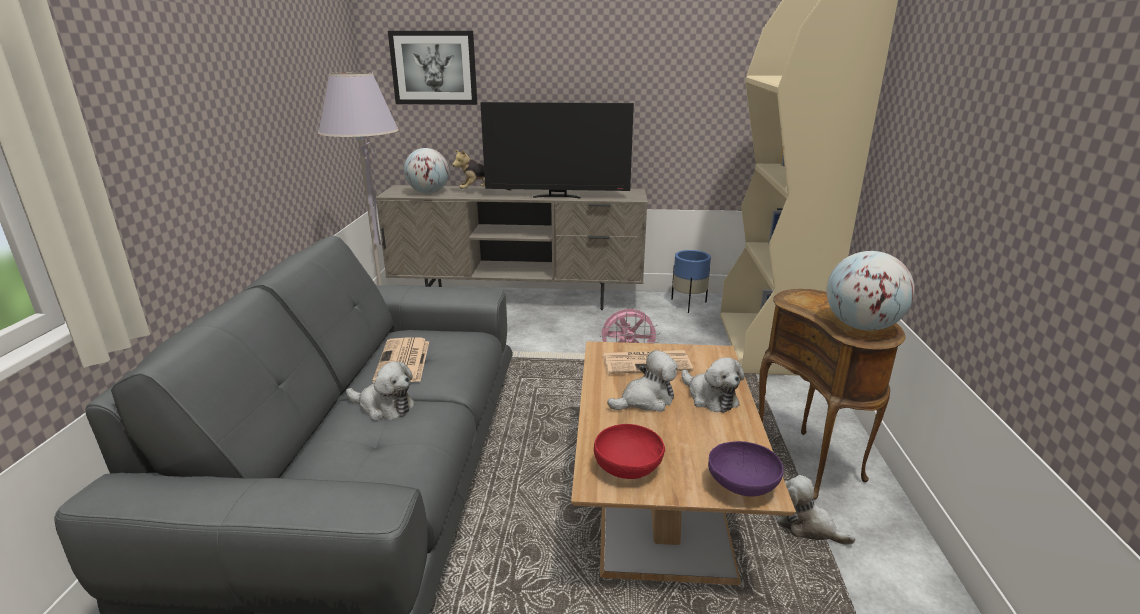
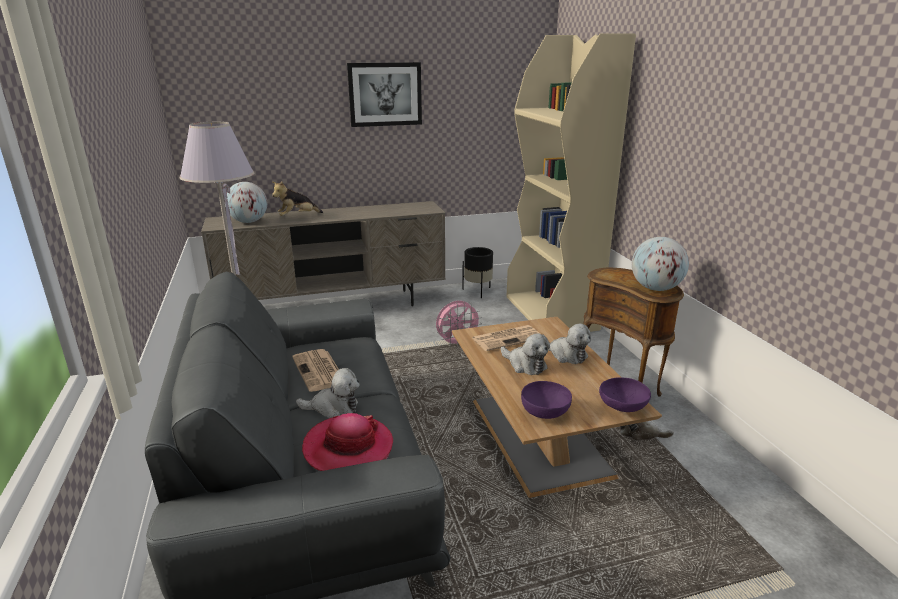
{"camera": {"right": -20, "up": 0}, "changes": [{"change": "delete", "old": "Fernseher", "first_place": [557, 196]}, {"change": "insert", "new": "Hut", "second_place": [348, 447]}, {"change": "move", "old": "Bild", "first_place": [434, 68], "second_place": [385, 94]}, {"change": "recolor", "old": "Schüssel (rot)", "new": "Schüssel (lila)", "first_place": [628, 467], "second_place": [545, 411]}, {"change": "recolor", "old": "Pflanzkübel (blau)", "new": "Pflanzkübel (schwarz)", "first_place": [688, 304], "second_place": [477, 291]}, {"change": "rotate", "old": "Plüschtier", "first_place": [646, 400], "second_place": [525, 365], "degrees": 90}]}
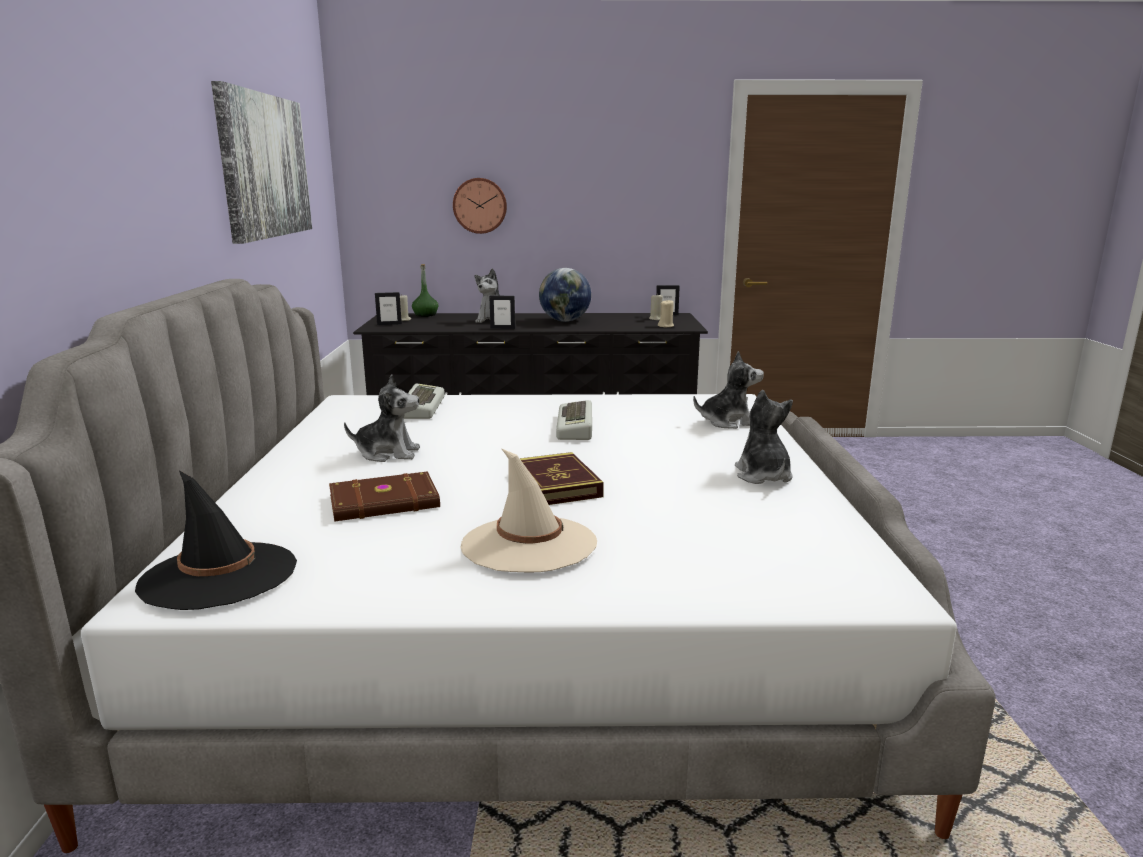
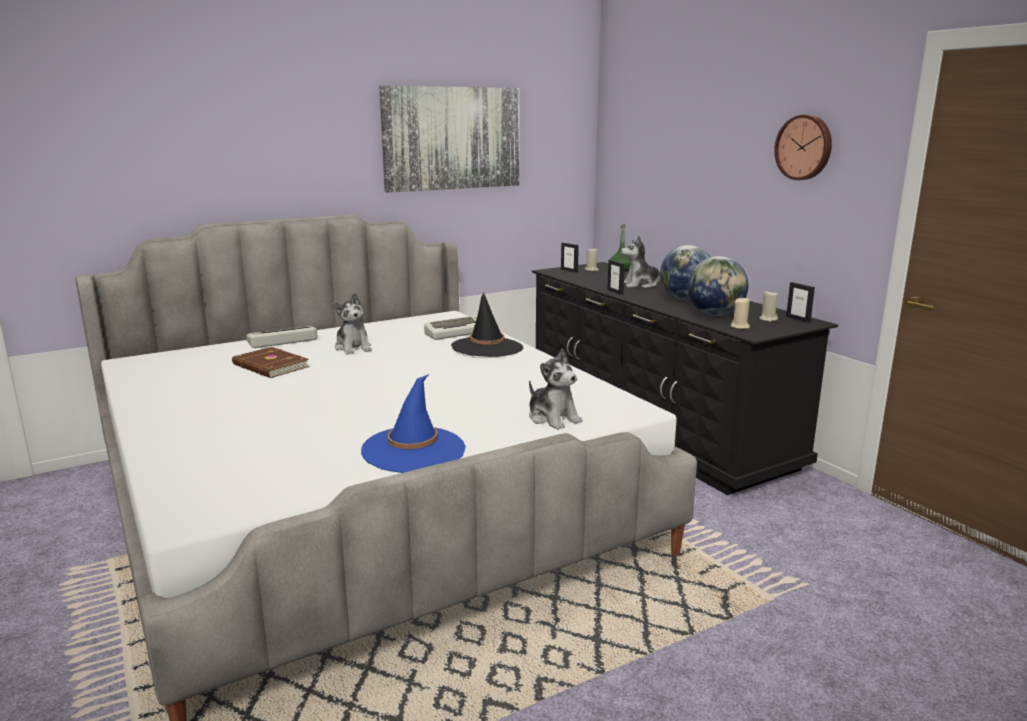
{"camera": {"right": 60, "up": 0}, "changes": [{"change": "delete", "old": "Hut (beige)", "first_place": [529, 544]}, {"change": "delete", "old": "Buch", "first_place": [557, 484]}, {"change": "insert", "new": "Globus", "second_place": [715, 315]}, {"change": "move", "old": "Hut (schwarz)", "first_place": [219, 576], "second_place": [487, 347]}, {"change": "move", "old": "Wanduhr", "first_place": [480, 205], "second_place": [804, 147]}, {"change": "move", "old": "Tastatur", "first_place": [577, 427], "second_place": [282, 341]}, {"change": "replace", "old": "Plüschtier", "new": "Hut (blau)", "first_place": [763, 476], "second_place": [413, 450]}]}
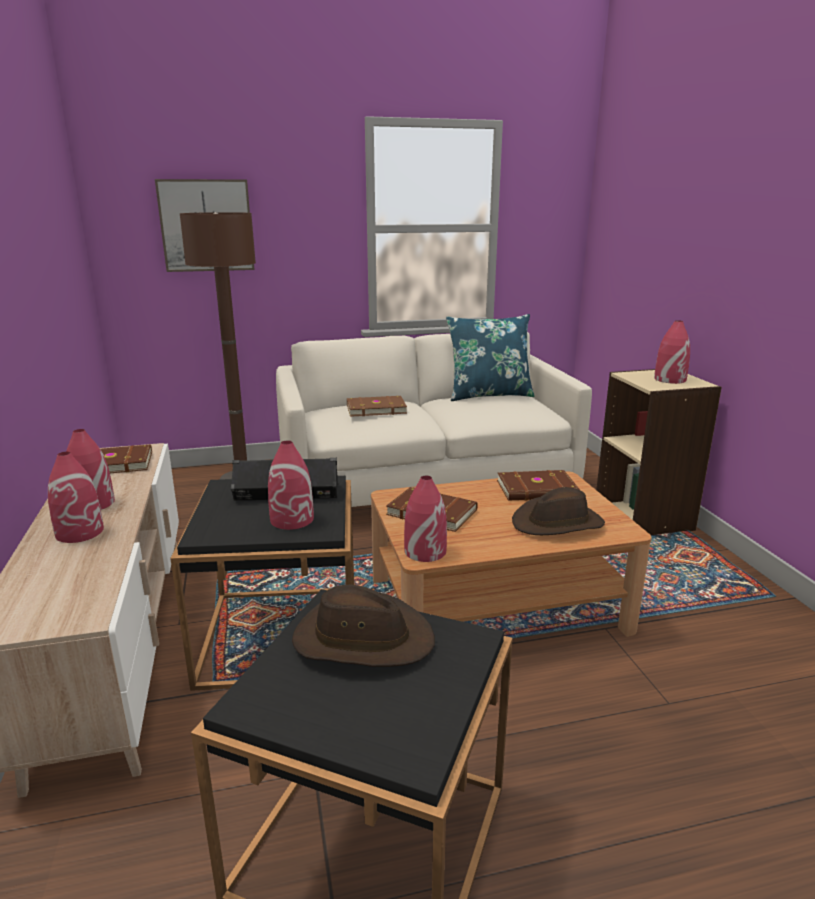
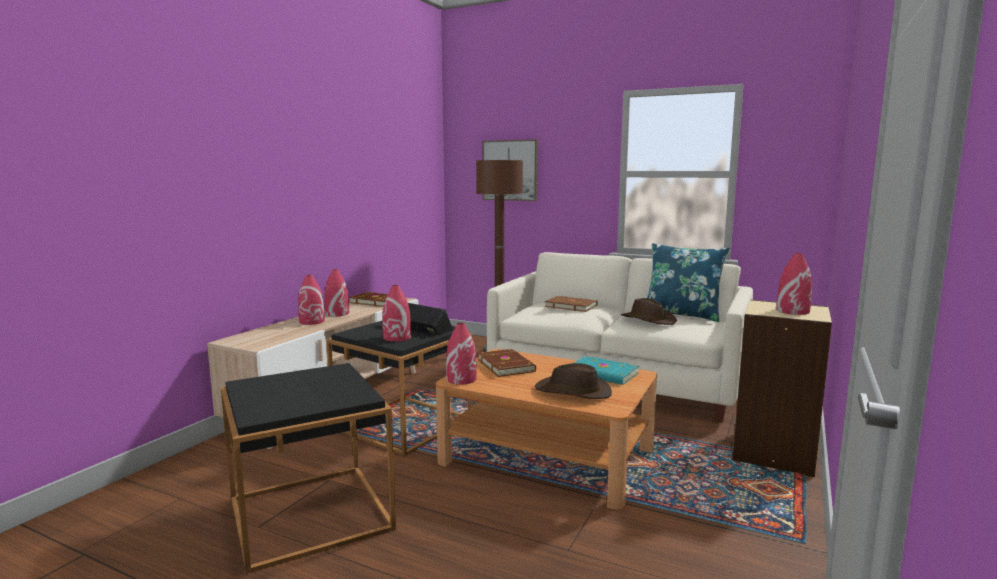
{"camera": {"right": 40, "up": -10}, "changes": [{"change": "move", "old": "Hut (braun)", "first_place": [362, 639], "second_place": [648, 320]}, {"change": "recolor", "old": "Buch (braun)", "new": "Buch (türkis)", "first_place": [537, 490], "second_place": [602, 374]}]}
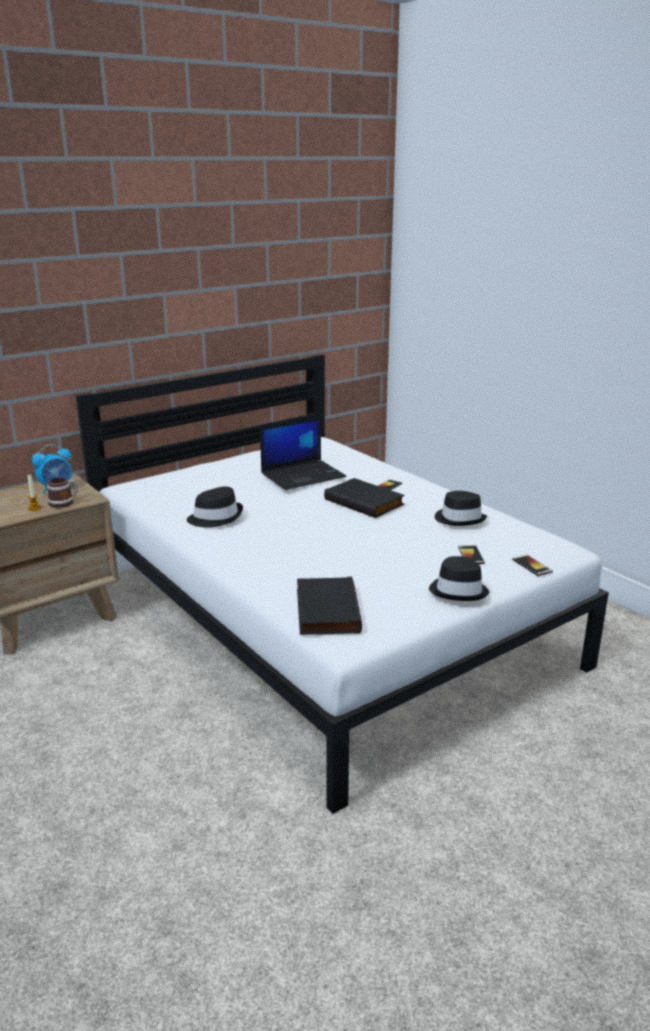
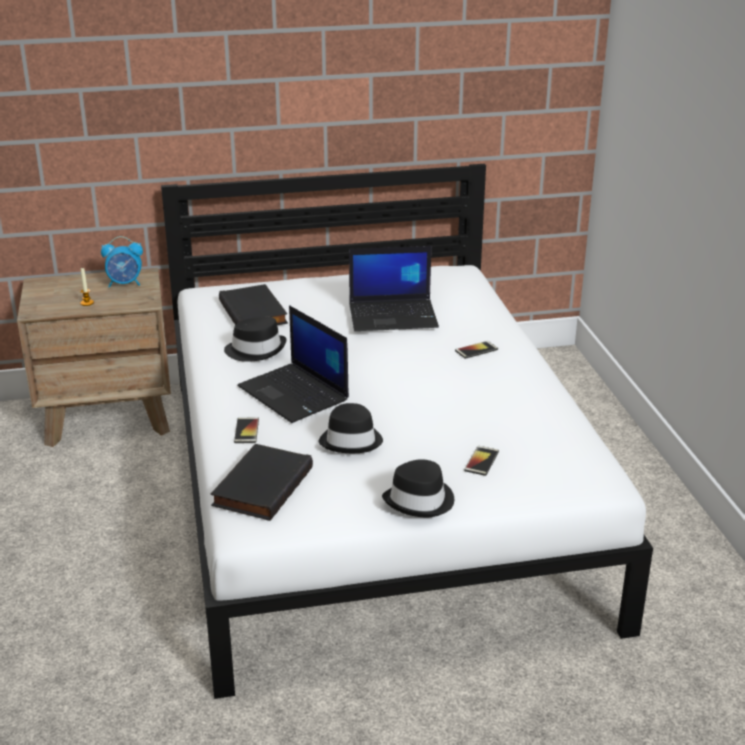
{"camera": {"right": 25, "up": 5}, "changes": [{"change": "delete", "old": "Henkelbecher", "first_place": [64, 502]}, {"change": "insert", "new": "Laptop", "second_place": [295, 394]}, {"change": "move", "old": "Buch (schwarz)", "first_place": [365, 501], "second_place": [255, 312]}, {"change": "move", "old": "Hut (schwarz)", "first_place": [459, 519], "second_place": [351, 441]}, {"change": "move", "old": "Handy", "first_place": [532, 566], "second_place": [246, 431]}]}
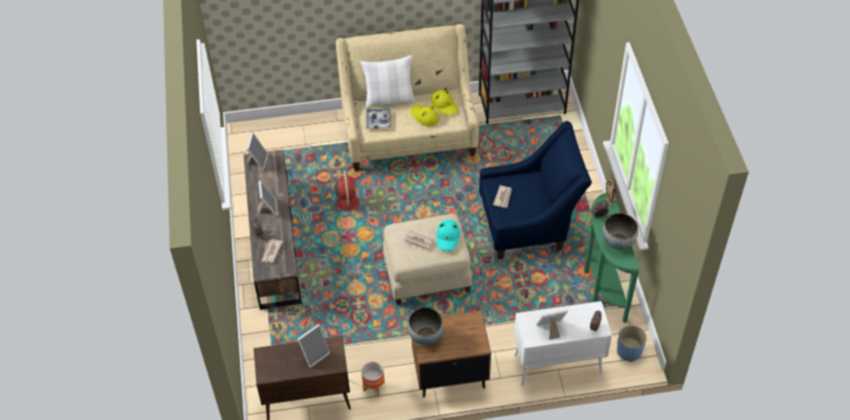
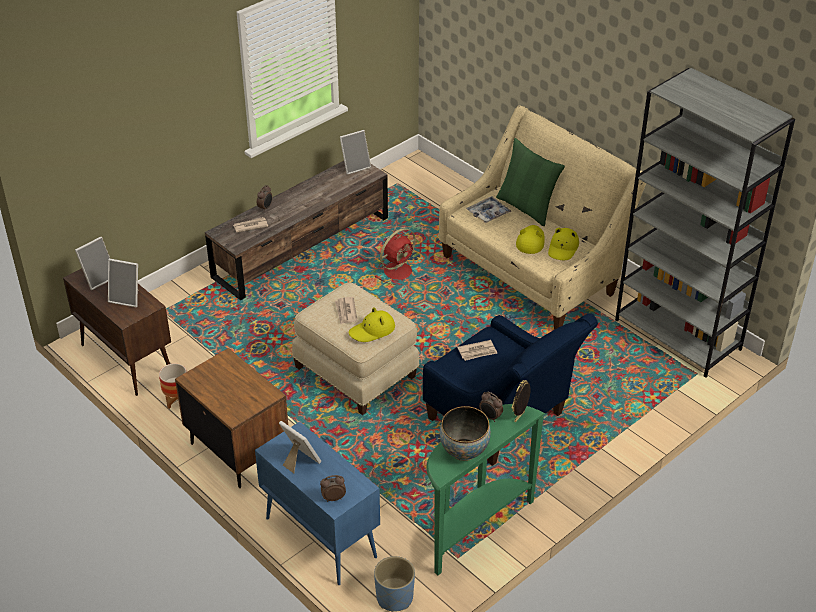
{"camera": {"right": 55, "up": -10}, "changes": [{"change": "delete", "old": "Schüssel", "first_place": [425, 336]}, {"change": "move", "old": "Bilderrahmen", "first_place": [268, 208], "second_place": [98, 278]}, {"change": "recolor", "old": "Kissen (weiß)", "new": "Kissen (grün)", "first_place": [389, 99], "second_place": [526, 207]}, {"change": "recolor", "old": "Hut (türkis)", "new": "Hut (gelb)", "first_place": [448, 237], "second_place": [372, 330]}, {"change": "recolor", "old": "Schrank (weiß)", "new": "Schrank (blau)", "first_place": [556, 365], "second_place": [320, 537]}]}
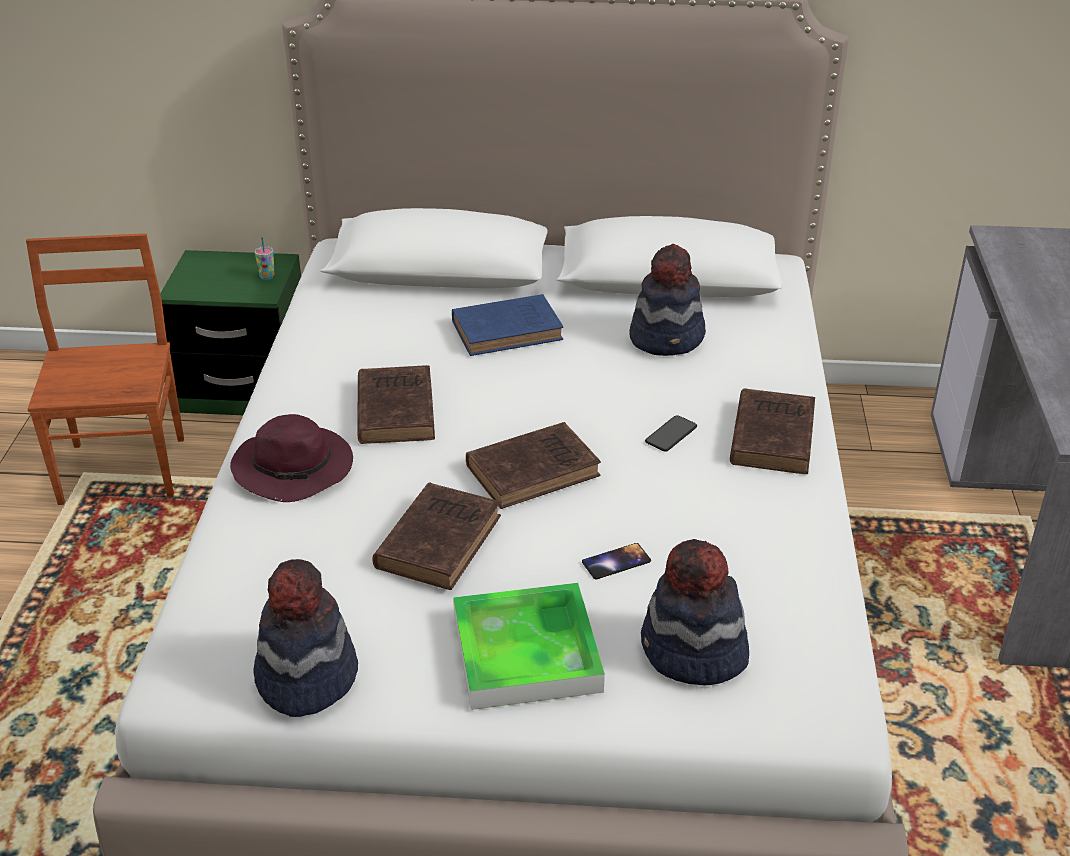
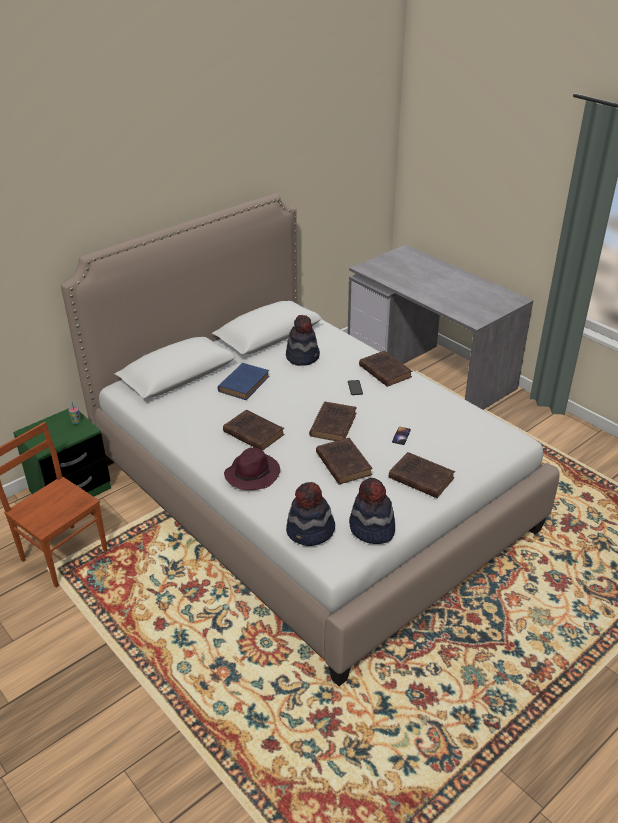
{"camera": {"right": -45, "up": 0}, "changes": [{"change": "move", "old": "Hut", "first_place": [693, 653], "second_place": [310, 532]}, {"change": "replace", "old": "Tablett", "new": "Buch (braun)", "first_place": [526, 652], "second_place": [419, 477]}]}
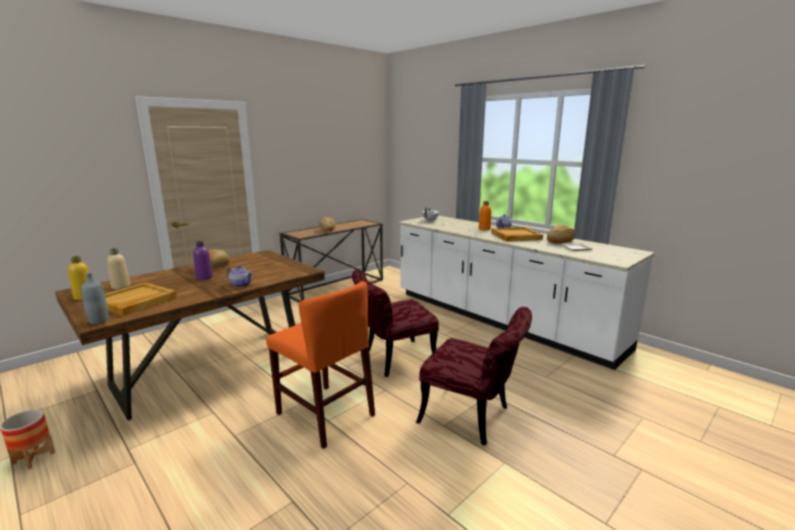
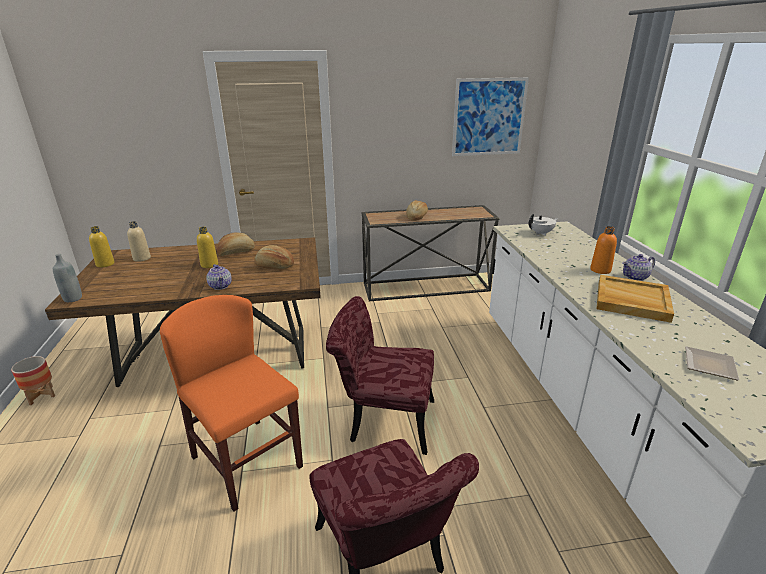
{"camera": {"right": 35, "up": 10}, "changes": [{"change": "delete", "old": "Tablett (beige)", "first_place": [135, 301]}, {"change": "insert", "new": "Bild", "second_place": [489, 117]}, {"change": "move", "old": "Brot", "first_place": [560, 242], "second_place": [274, 266]}, {"change": "recolor", "old": "Flasche (lila)", "new": "Flasche (gelb)", "first_place": [204, 277], "second_place": [209, 265]}, {"change": "rotate", "old": "Stuhl (orange)", "first_place": [325, 414], "second_place": [247, 461], "degrees": 150}]}
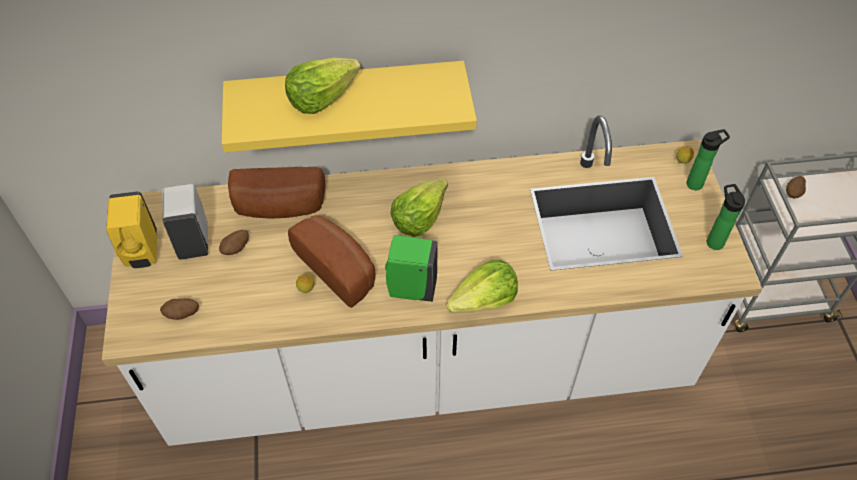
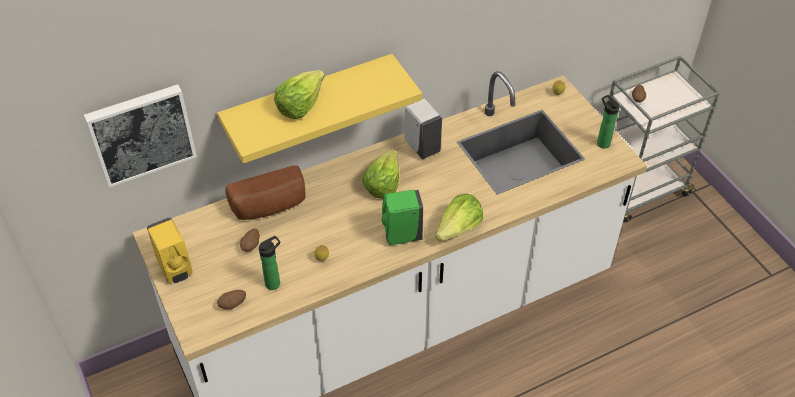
{"camera": {"right": -20, "up": -5}, "changes": [{"change": "delete", "old": "Brot", "first_place": [338, 267]}, {"change": "insert", "new": "Bild", "second_place": [141, 133]}, {"change": "move", "old": "Seifenspender (weiß)", "first_place": [193, 240], "second_place": [421, 146]}, {"change": "move", "old": "Flasche", "first_place": [697, 183], "second_place": [274, 282]}]}
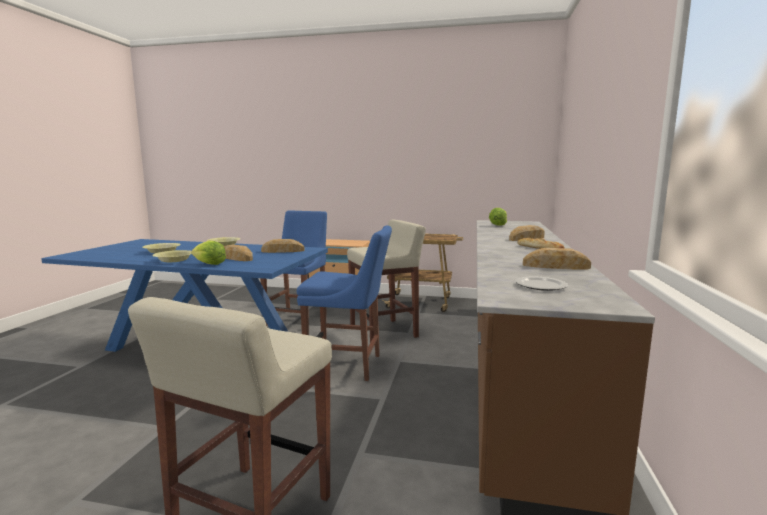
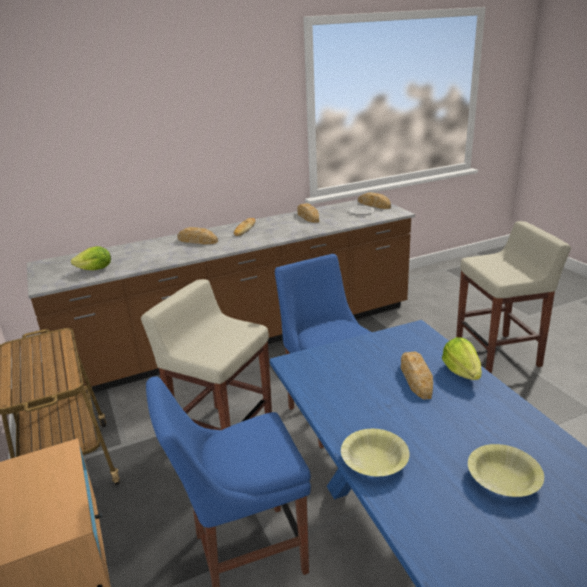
{"camera": {"right": -125, "up": 15}, "changes": [{"change": "delete", "old": "Schüssel (gelb)", "first_place": [174, 260]}, {"change": "move", "old": "Brot", "first_place": [283, 251], "second_place": [374, 204]}]}
